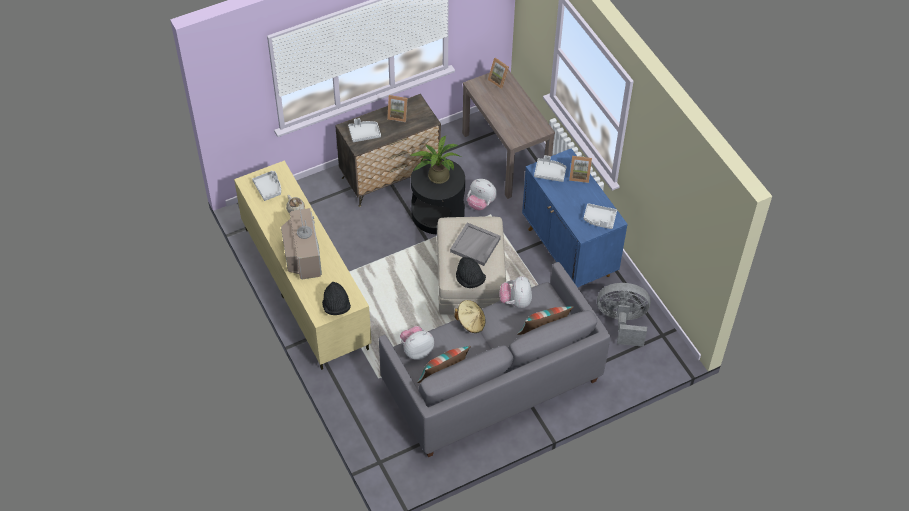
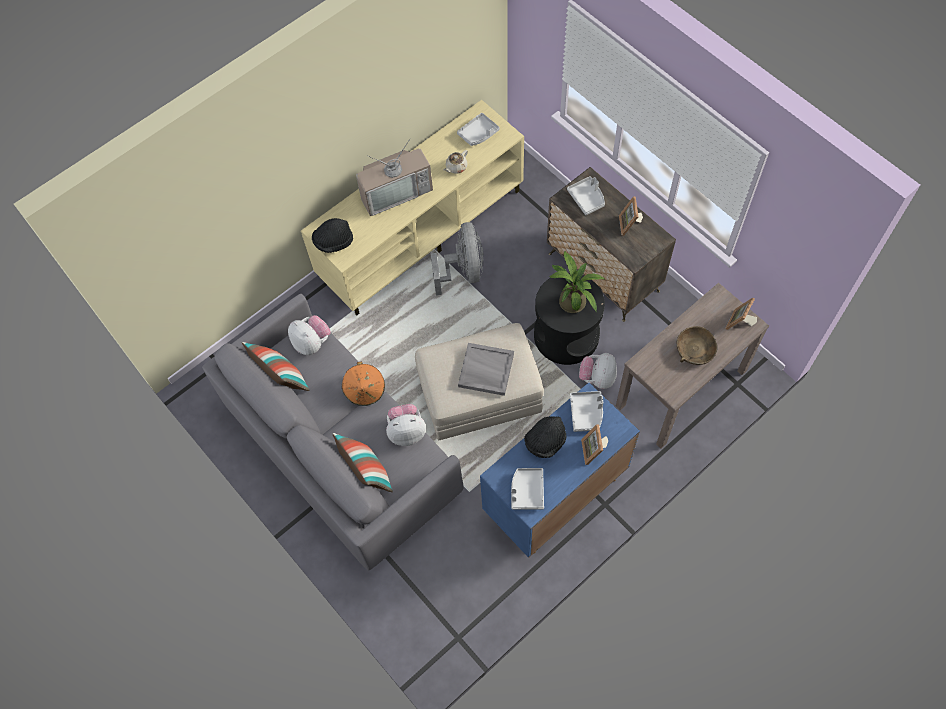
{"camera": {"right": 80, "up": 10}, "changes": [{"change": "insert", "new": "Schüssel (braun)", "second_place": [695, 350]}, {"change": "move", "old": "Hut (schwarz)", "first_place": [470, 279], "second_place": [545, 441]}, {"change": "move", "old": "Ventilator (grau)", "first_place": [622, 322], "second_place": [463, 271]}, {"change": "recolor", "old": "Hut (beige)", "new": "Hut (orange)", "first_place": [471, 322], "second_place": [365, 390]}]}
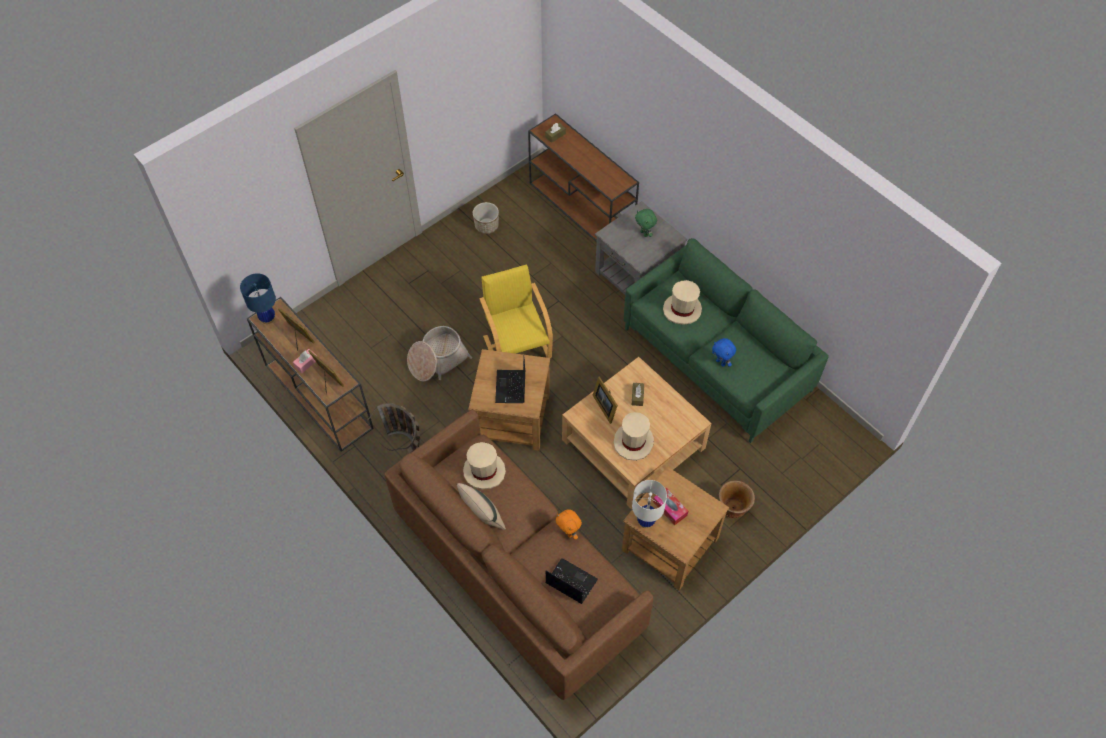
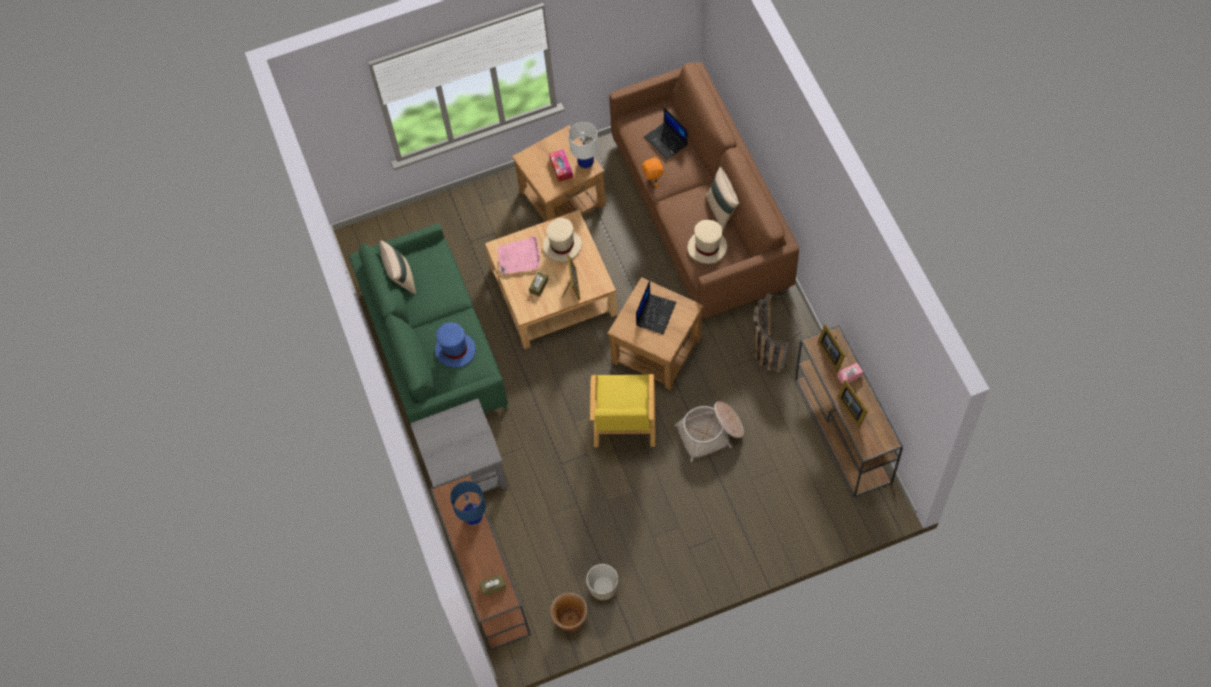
{"camera": {"right": -155, "up": 5}, "changes": [{"change": "delete", "old": "Plüschtier (grün)", "first_place": [644, 233]}, {"change": "delete", "old": "Plüschtier (blau)", "first_place": [721, 362]}, {"change": "insert", "new": "Kissen (beige)", "second_place": [401, 278]}, {"change": "insert", "new": "Tablett (rosa)", "second_place": [519, 257]}, {"change": "move", "old": "Tischlampe (blau)", "first_place": [267, 318], "second_place": [473, 518]}, {"change": "move", "old": "Pflanzkübel (braun)", "first_place": [733, 509], "second_place": [570, 619]}, {"change": "recolor", "old": "Hut (beige)", "new": "Hut (blau)", "first_place": [682, 310], "second_place": [455, 350]}]}
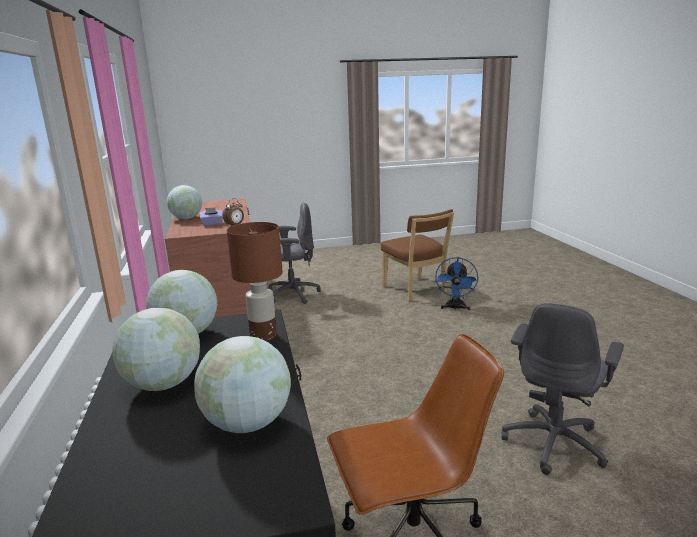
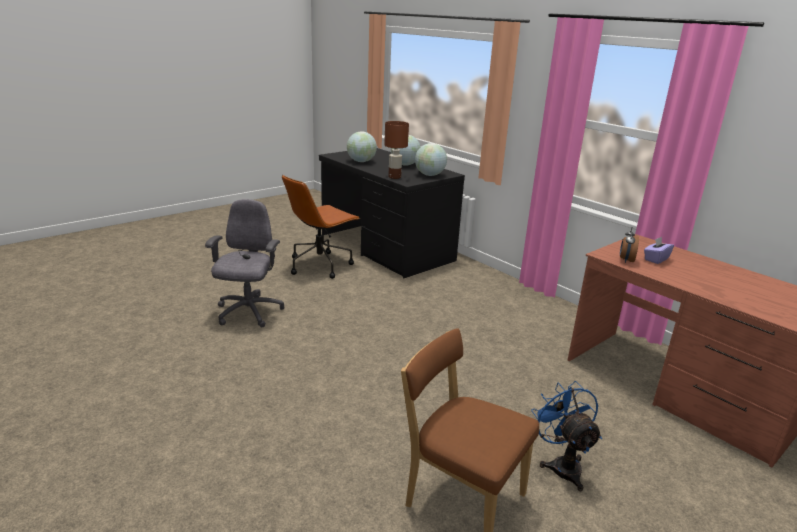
{"camera": {"right": 150, "up": 5}, "changes": [{"change": "delete", "old": "Globus", "first_place": [186, 218]}, {"change": "delete", "old": "Bürostuhl (grau)", "first_place": [291, 294]}, {"change": "move", "old": "Ventilator (blau)", "first_place": [455, 308], "second_place": [562, 465]}]}
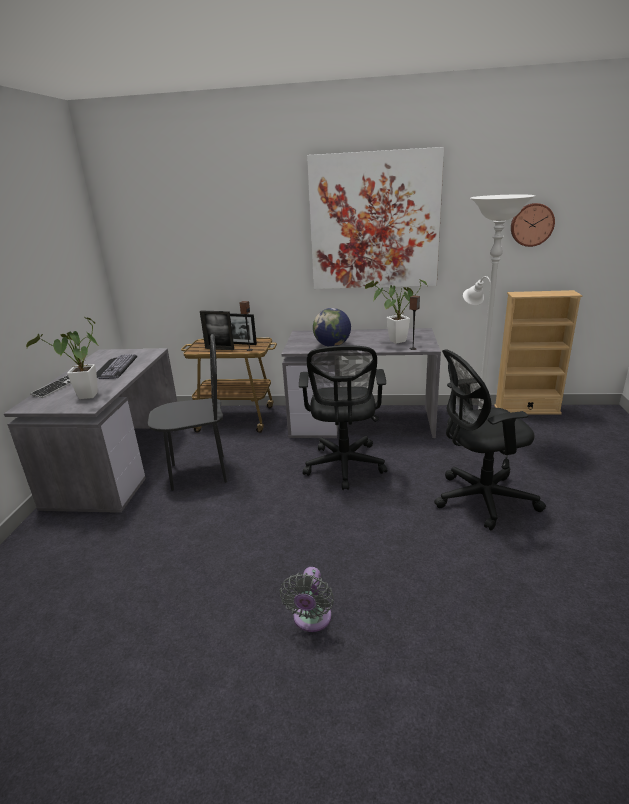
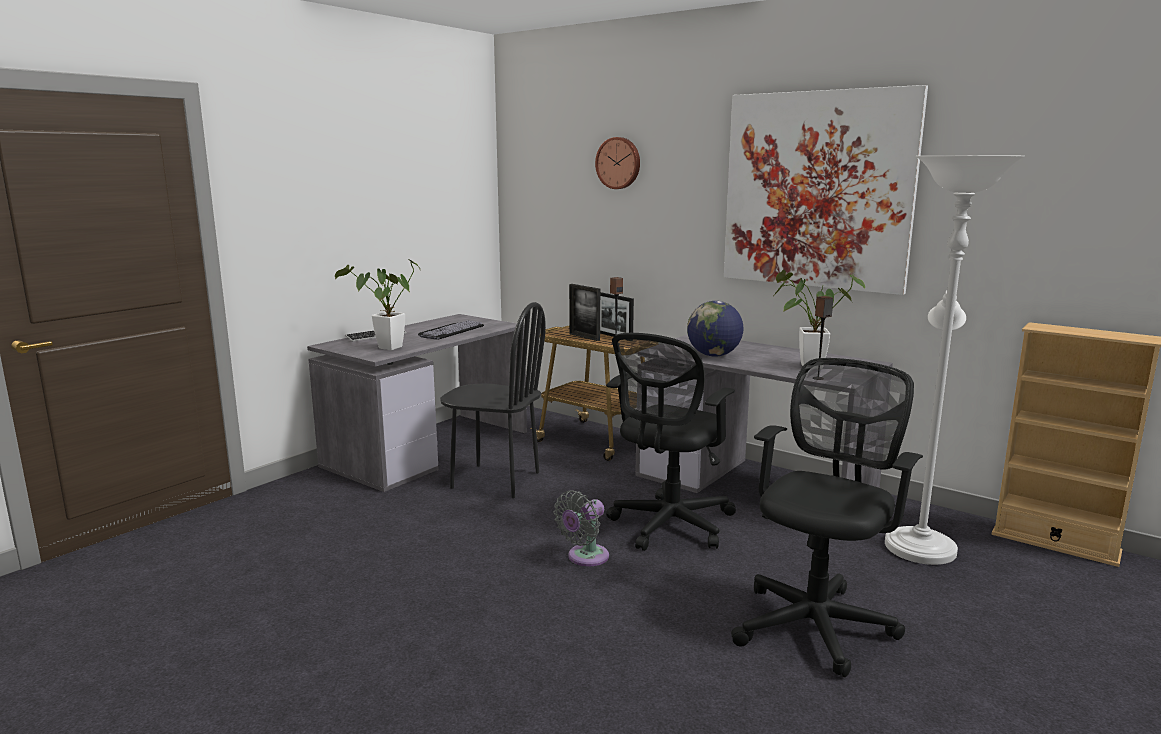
{"camera": {"right": 30, "up": -10}, "changes": [{"change": "move", "old": "Ventilator (grau)", "first_place": [311, 620], "second_place": [585, 558]}, {"change": "move", "old": "Wanduhr", "first_place": [531, 224], "second_place": [619, 163]}, {"change": "rotate", "old": "Bürostuhl (schwarz)", "first_place": [479, 499], "second_place": [816, 623], "degrees": 105}]}
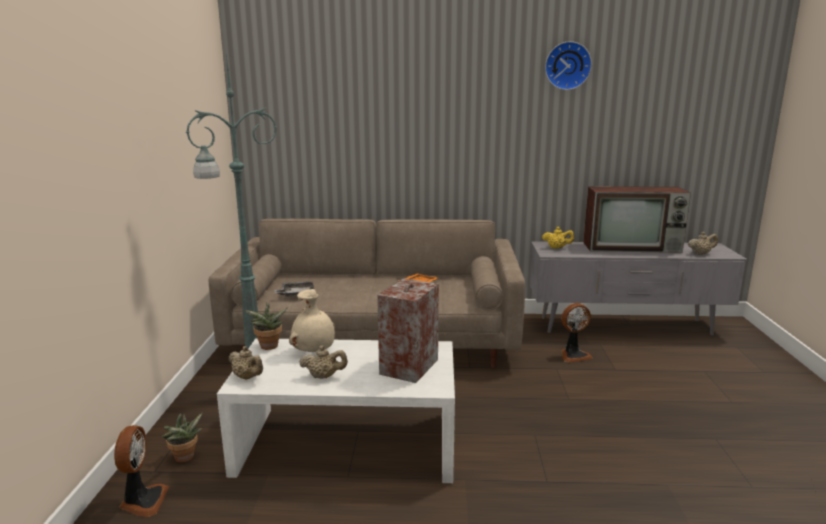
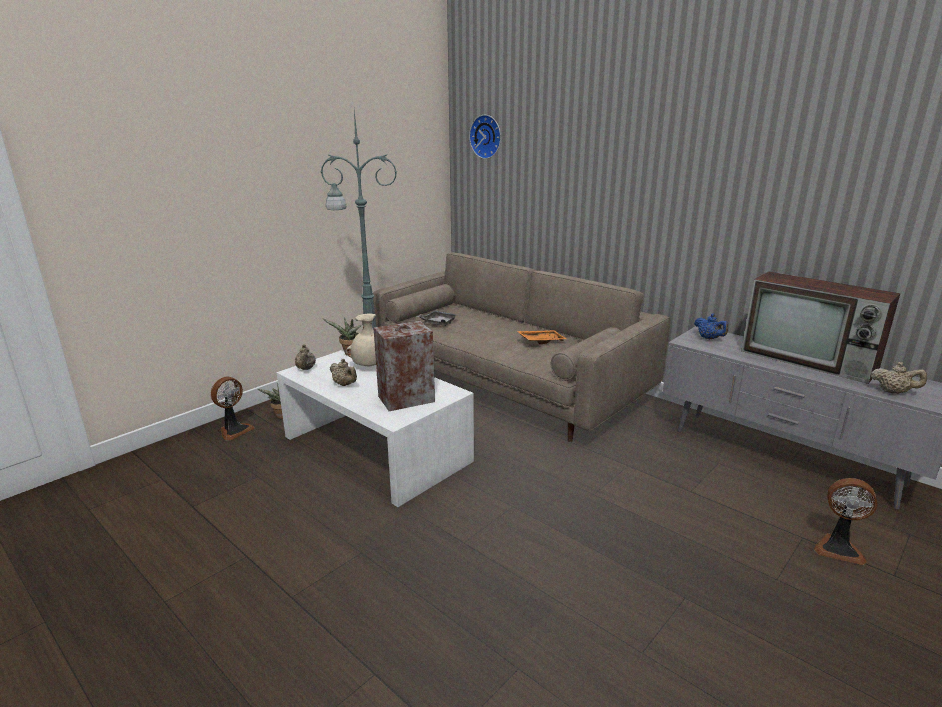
{"camera": {"right": 40, "up": 5}, "changes": [{"change": "move", "old": "Wanduhr", "first_place": [567, 66], "second_place": [487, 136]}, {"change": "move", "old": "Ventilator", "first_place": [573, 355], "second_place": [838, 548]}, {"change": "recolor", "old": "Teekanne (gelb)", "new": "Teekanne (blau)", "first_place": [557, 248], "second_place": [709, 338]}]}
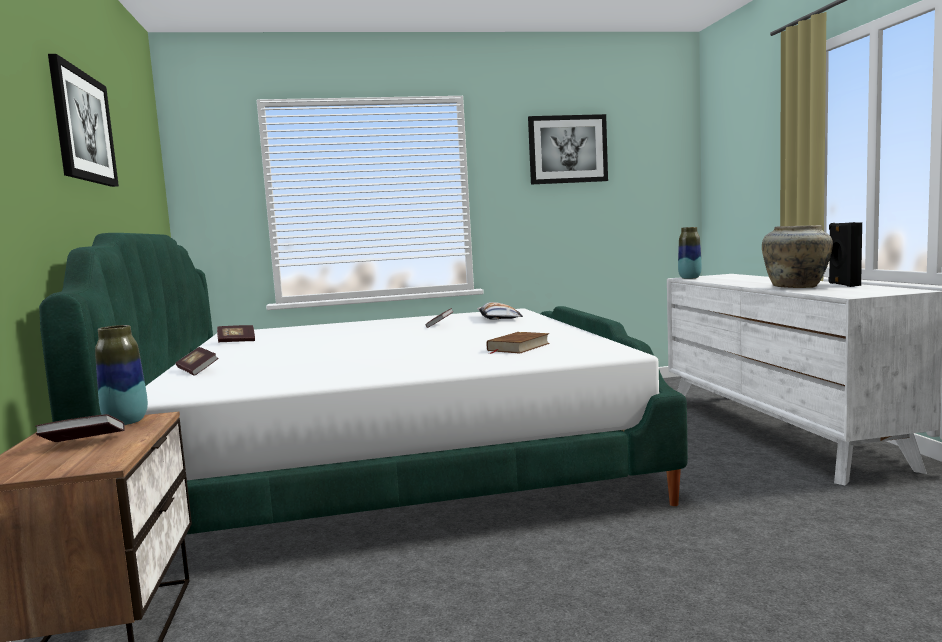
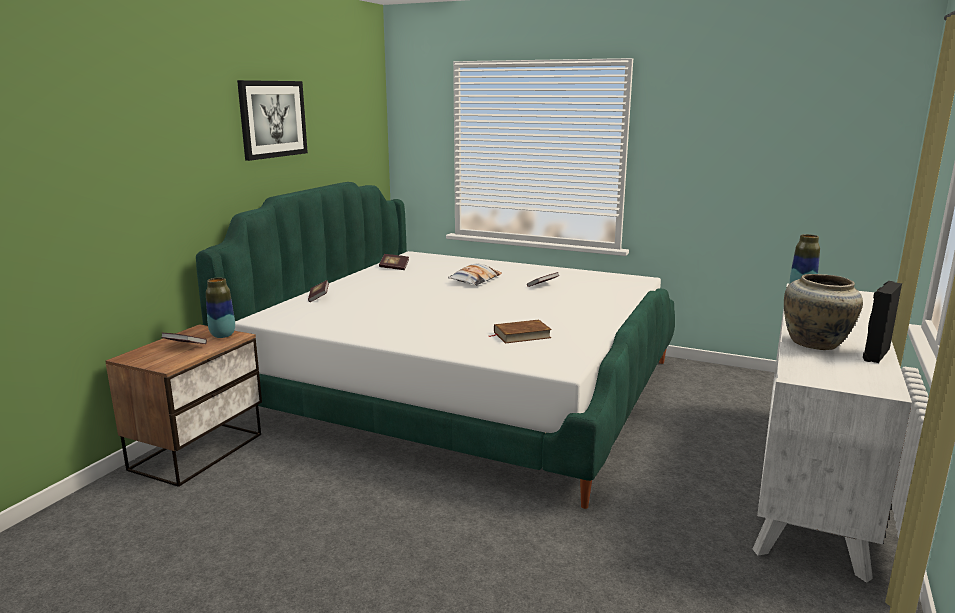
{"camera": {"right": 35, "up": 10}, "changes": [{"change": "delete", "old": "Bild", "first_place": [567, 149]}, {"change": "move", "old": "Kissen", "first_place": [498, 318], "second_place": [475, 280]}]}
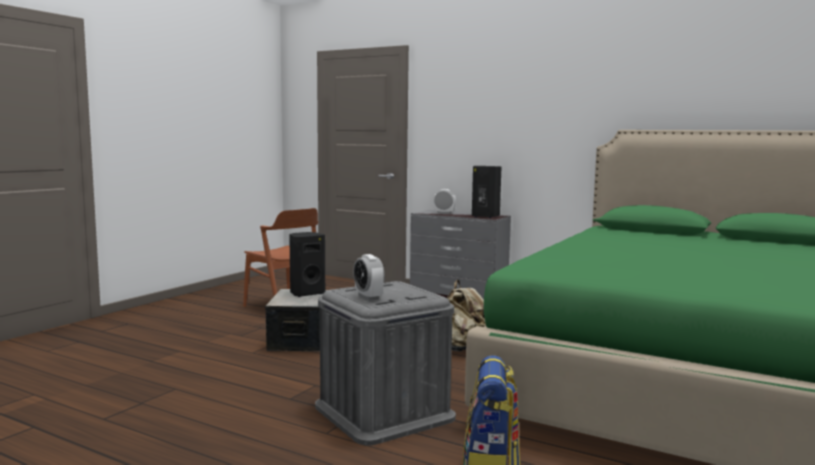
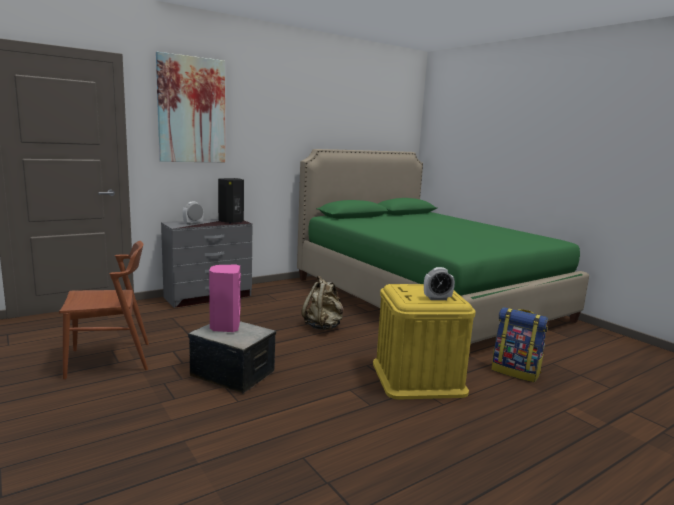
{"camera": {"right": -65, "up": 5}, "changes": [{"change": "insert", "new": "Bild", "second_place": [191, 110]}, {"change": "recolor", "old": "Lautsprecher (schwarz)", "new": "Lautsprecher (rosa)", "first_place": [306, 293], "second_place": [225, 327]}, {"change": "recolor", "old": "Aufbewahrungsbox (grau)", "new": "Aufbewahrungsbox (gelb)", "first_place": [384, 412], "second_place": [418, 377]}]}
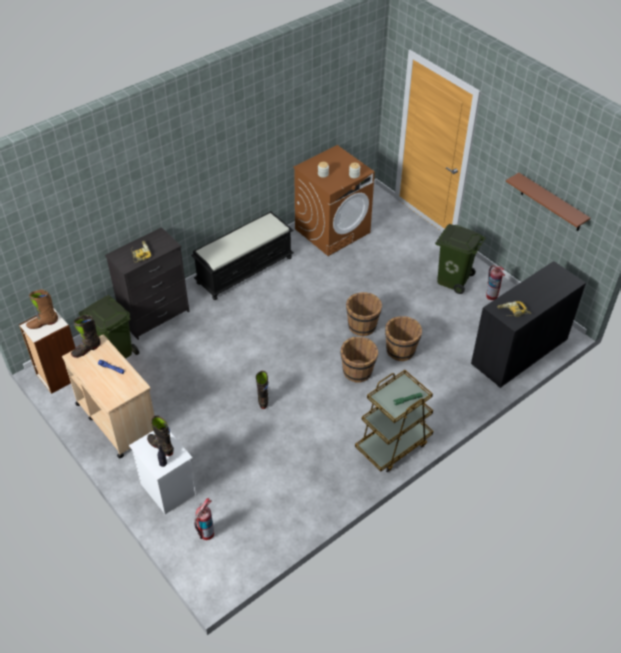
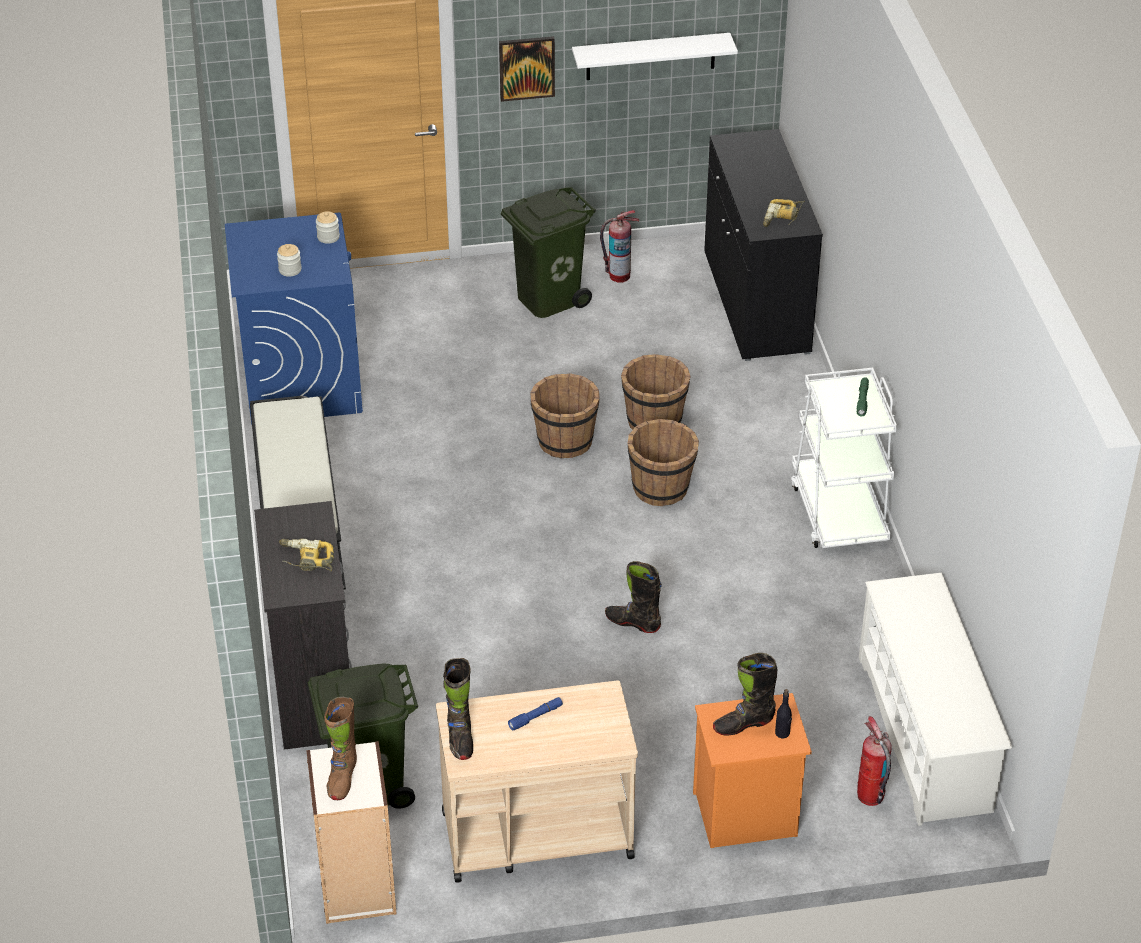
{"camera": {"right": -60, "up": -5}, "changes": [{"change": "insert", "new": "Bild", "second_place": [526, 68]}, {"change": "insert", "new": "Schuhregal (weiß)", "second_place": [925, 734]}, {"change": "recolor", "old": "Nachttisch (weiß)", "new": "Nachttisch (orange)", "first_place": [167, 488], "second_place": [744, 815]}, {"change": "recolor", "old": "Waschmaschine (braun)", "new": "Waschmaschine (blau)", "first_place": [332, 230], "second_place": [301, 381]}, {"change": "recolor", "old": "Rollwagen (braun)", "new": "Rollwagen (weiß)", "first_place": [393, 445], "second_place": [838, 511]}, {"change": "recolor", "old": "Wandregal (braun)", "new": "Wandregal (weiß)", "first_place": [551, 203], "second_place": [650, 56]}]}
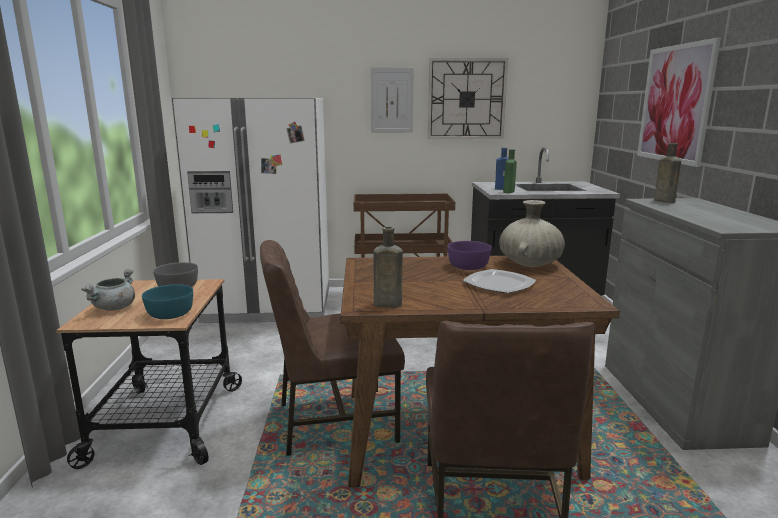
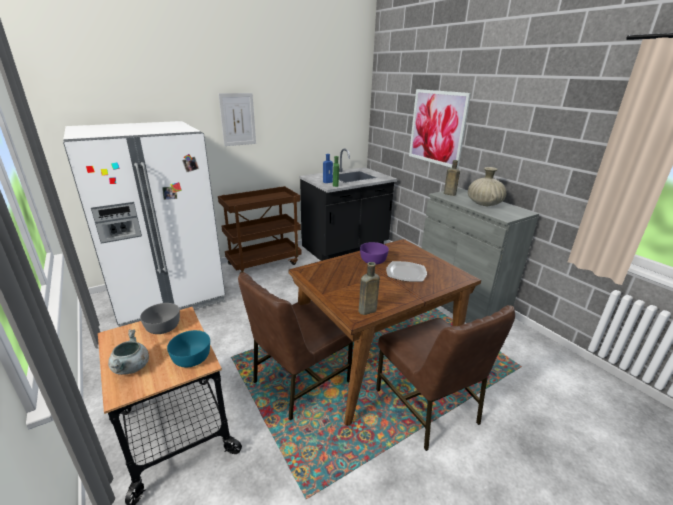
{"camera": {"right": -30, "up": 10}, "changes": [{"change": "delete", "old": "Wanduhr", "first_place": [466, 99]}, {"change": "move", "old": "Vase (beige)", "first_place": [529, 264], "second_place": [484, 204]}]}
